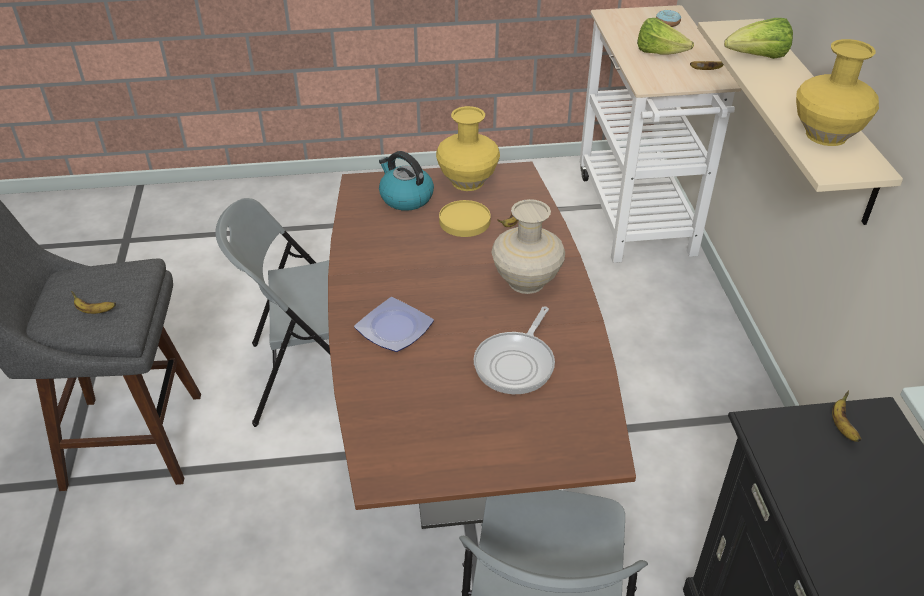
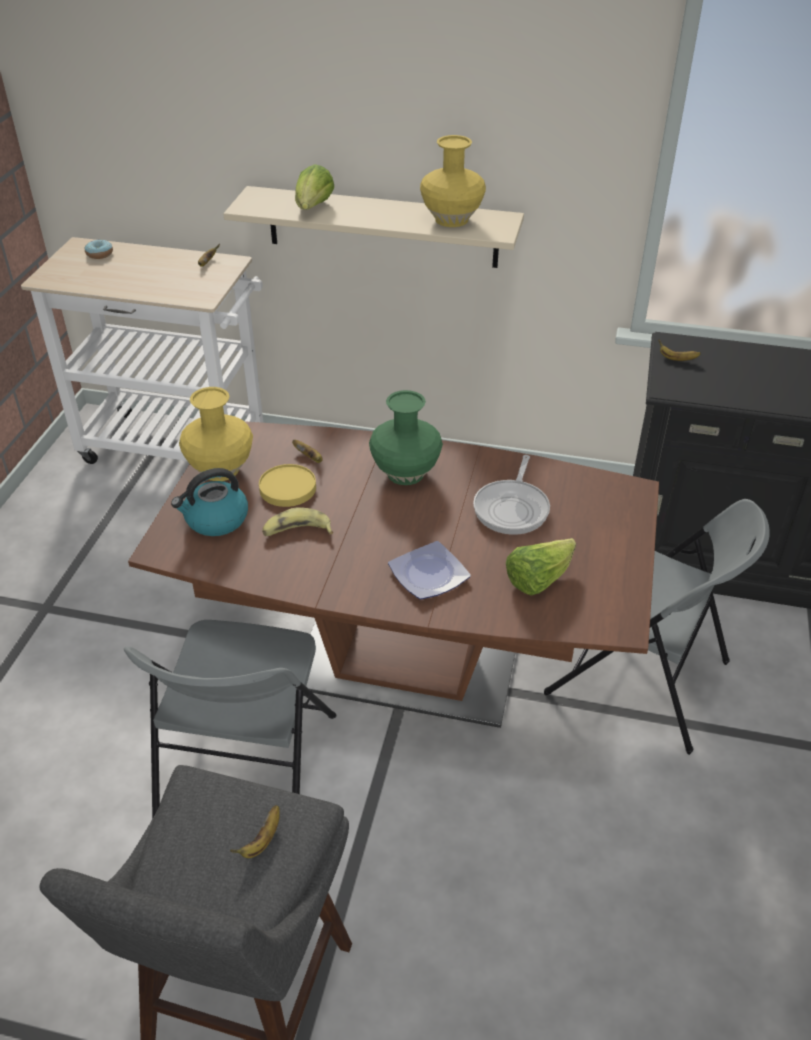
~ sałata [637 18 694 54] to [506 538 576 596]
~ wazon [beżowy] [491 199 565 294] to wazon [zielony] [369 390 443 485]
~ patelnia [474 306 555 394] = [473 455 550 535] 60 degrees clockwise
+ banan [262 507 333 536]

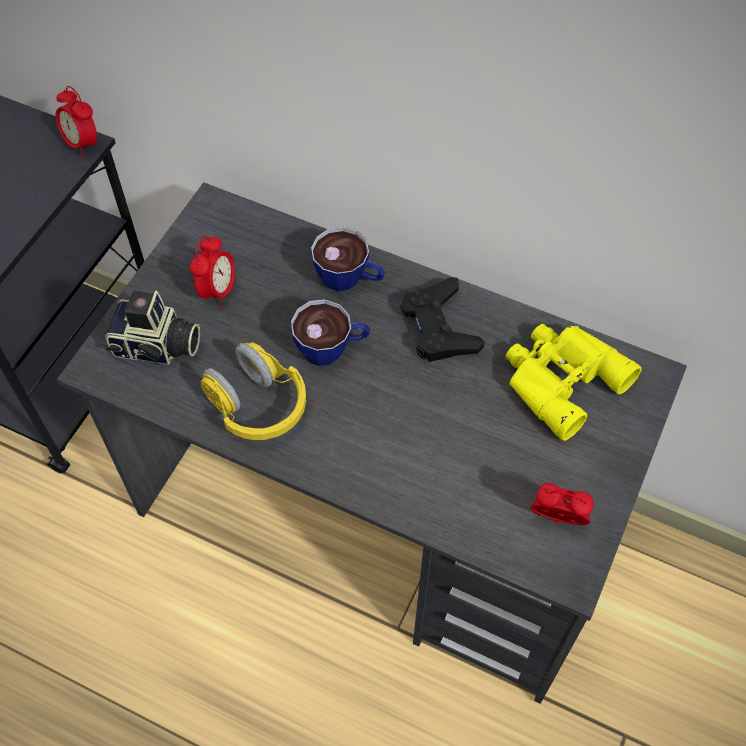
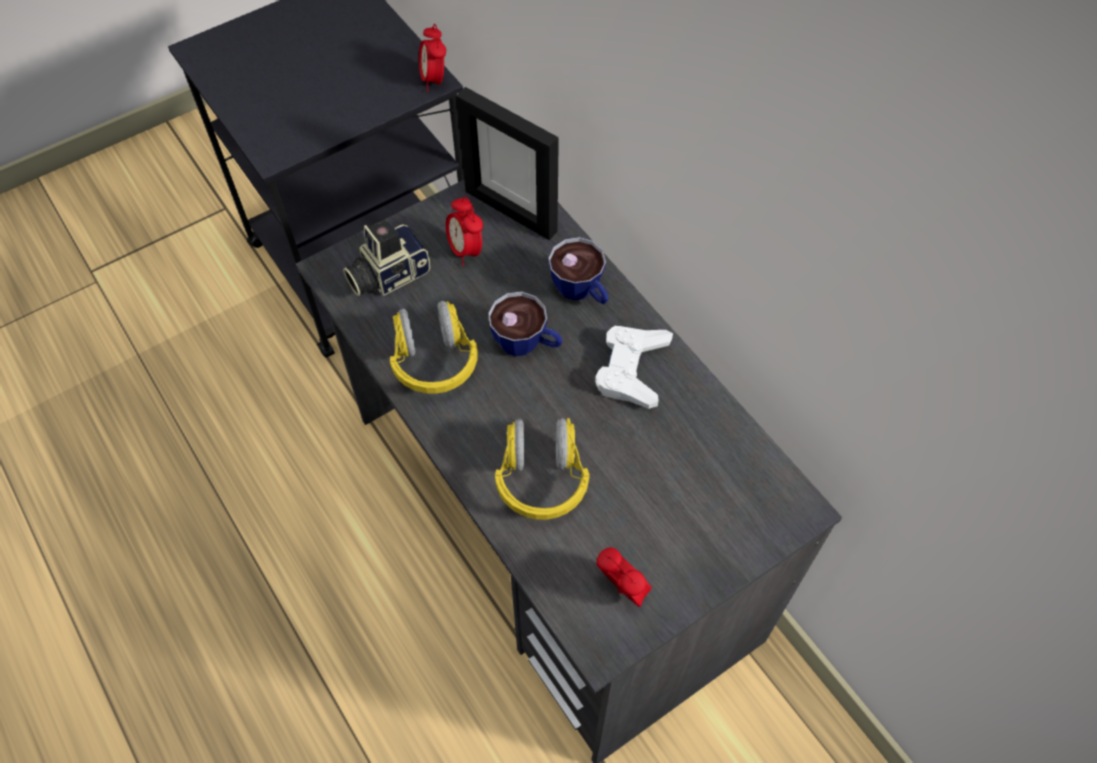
~ budzik [190 236 236 307] = [446 196 483 266] 105 degrees clockwise
~ pad do gier [czarny] [401 278 485 362] to pad do gier [biały] [595 326 673 409]
~ aparat fotograficzny [105 291 200 365] = [343 219 430 296] 105 degrees clockwise
- lornetka [żółty] [506 324 642 441]
+ ramka na zdjęcie [456 87 559 240]
+ słuchawki [żółty] [495 418 590 520]

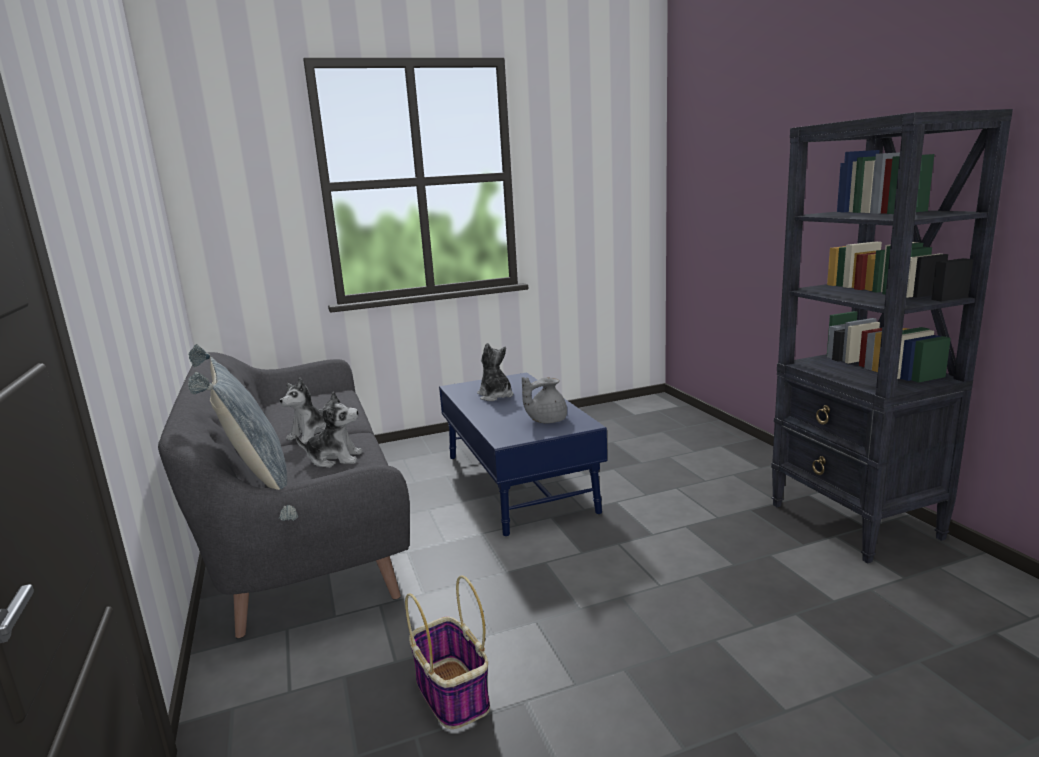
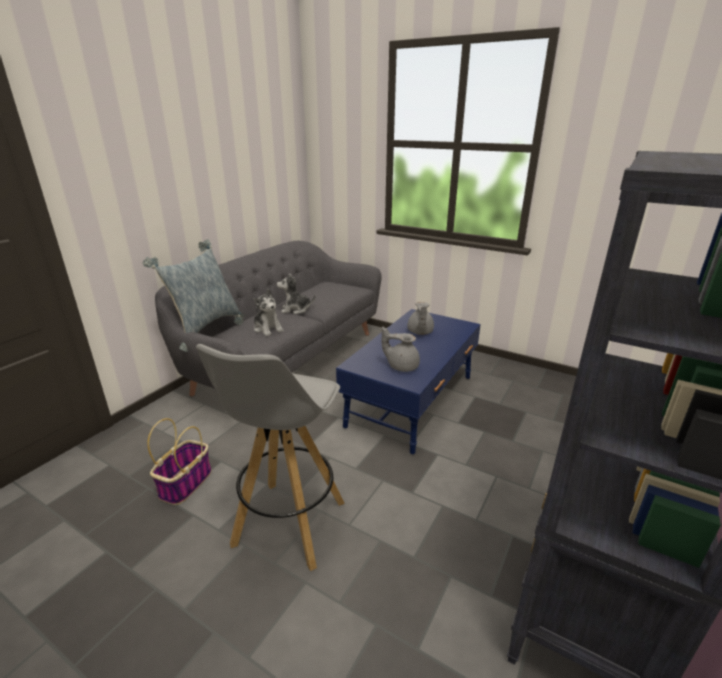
~ pluszak [477 343 513 401] to imbryk [szary] [407 302 434 335]
+ stołek [szary] [196 344 345 571]

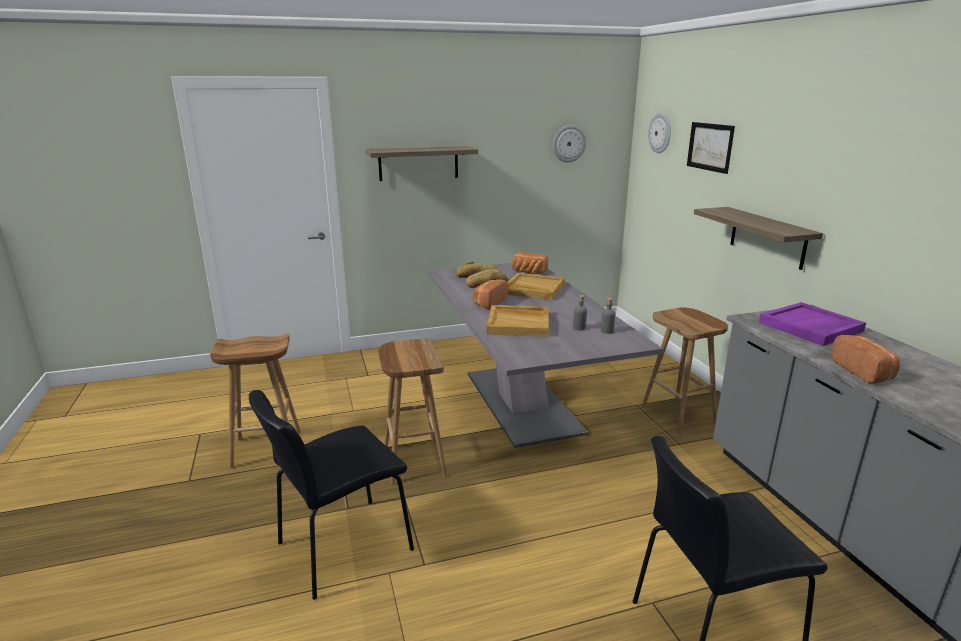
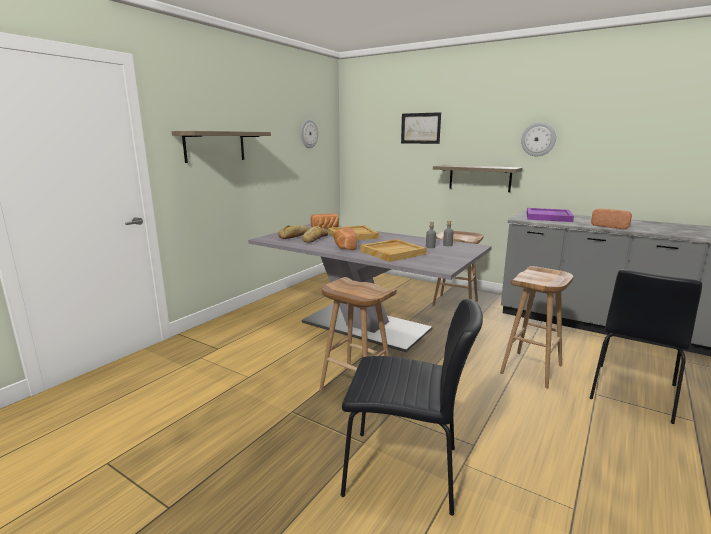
~ zegar ścienny [648 113 671 153] to [521 122 556 156]
~ stołek [brązowy] [210 333 301 468] to [500 266 573 389]
~ krzesło [czarny] [249 390 414 600] = [341 299 483 516] 90 degrees counterclockwise

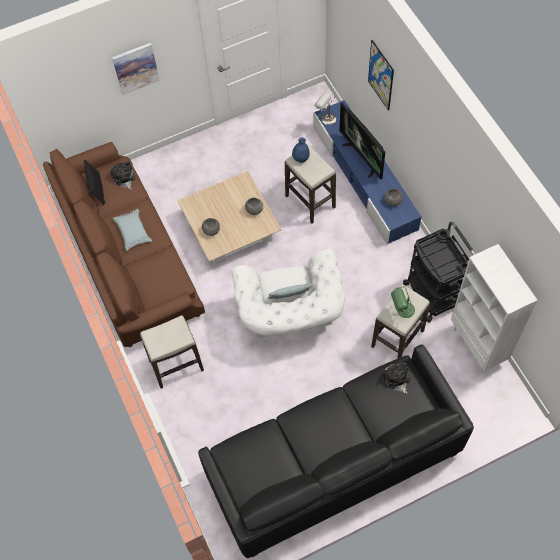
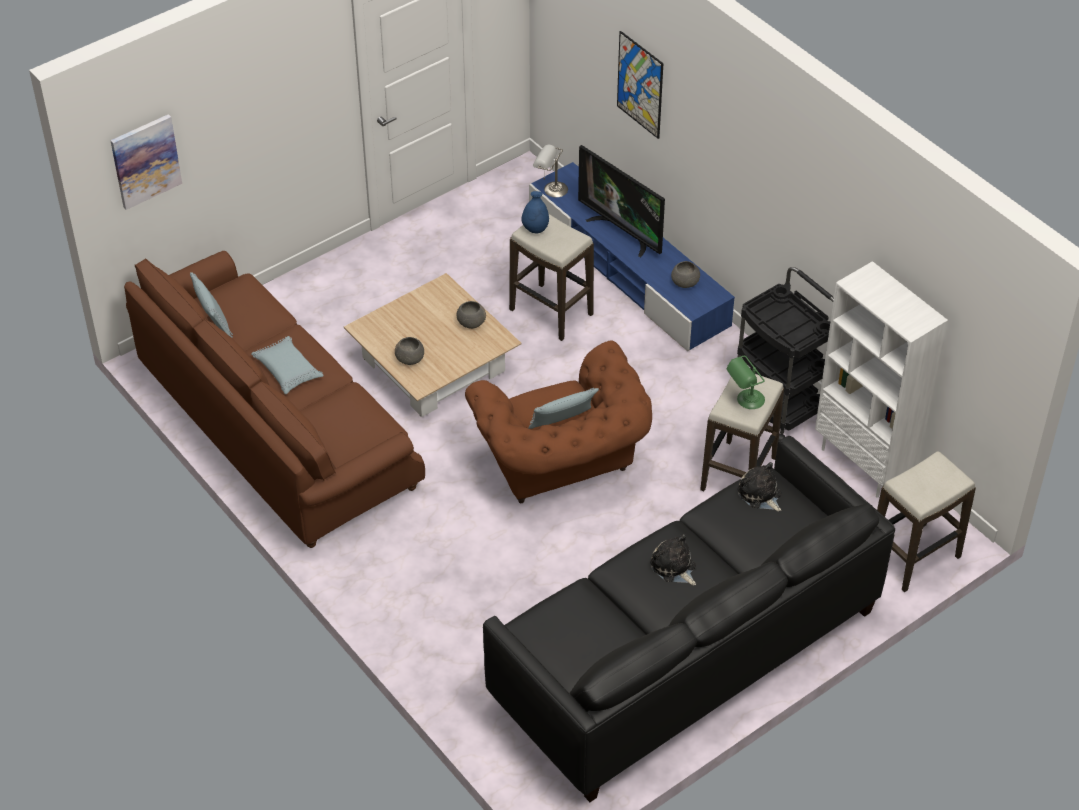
~ obraz [112 43 160 95] to [110 114 182 210]
~ poduszka [czarny] [84 160 105 205] to poduszka [niebieski] [190 272 233 338]
~ pluszak [110 161 135 190] to [650 534 696 585]
~ fotel [biały] [232 248 345 338] to fotel [brązowy] [465 340 652 503]
~ stołek [140 315 204 389] to [877 451 976 592]

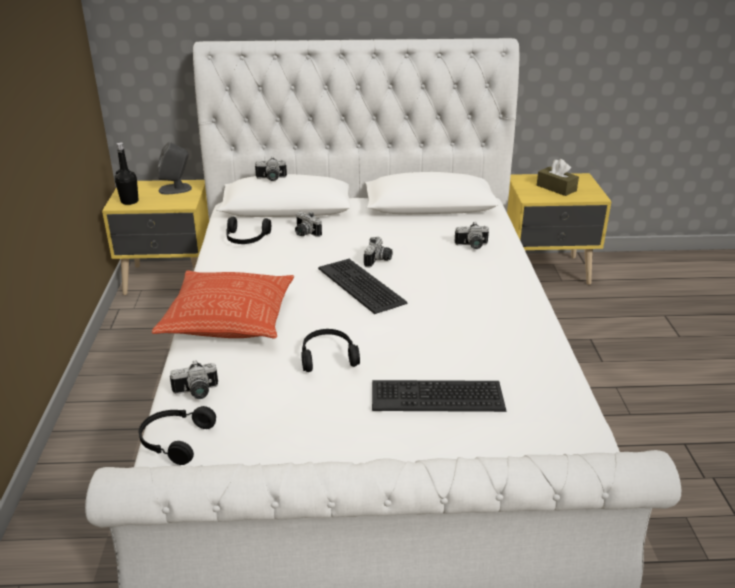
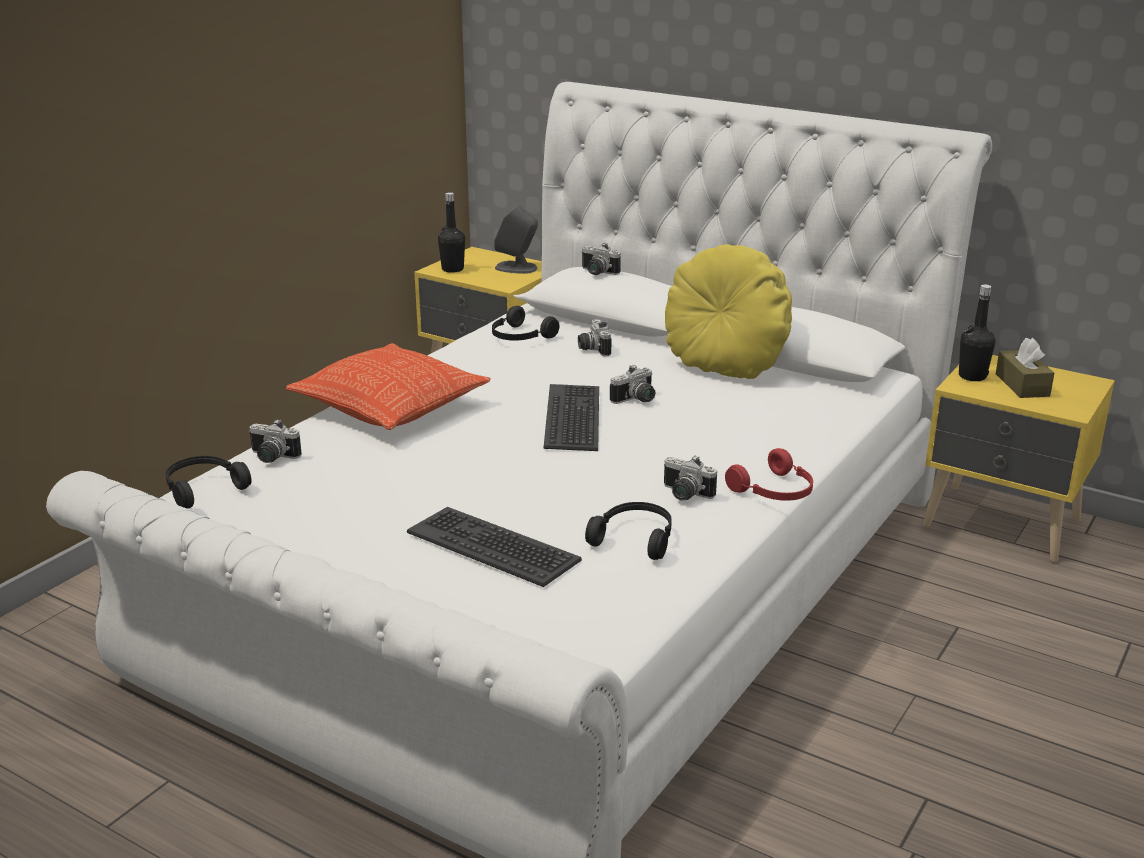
~ aparat fotograficzny [454 222 489 249] to [664 455 717 500]
~ słuchawki [czarny] [301 329 360 372] to [585 502 672 560]
+ poduszka [żółty] [665 244 792 379]
+ butelka [czarny] [959 284 995 381]
+ słuchawki [czerwony] [725 448 813 501]

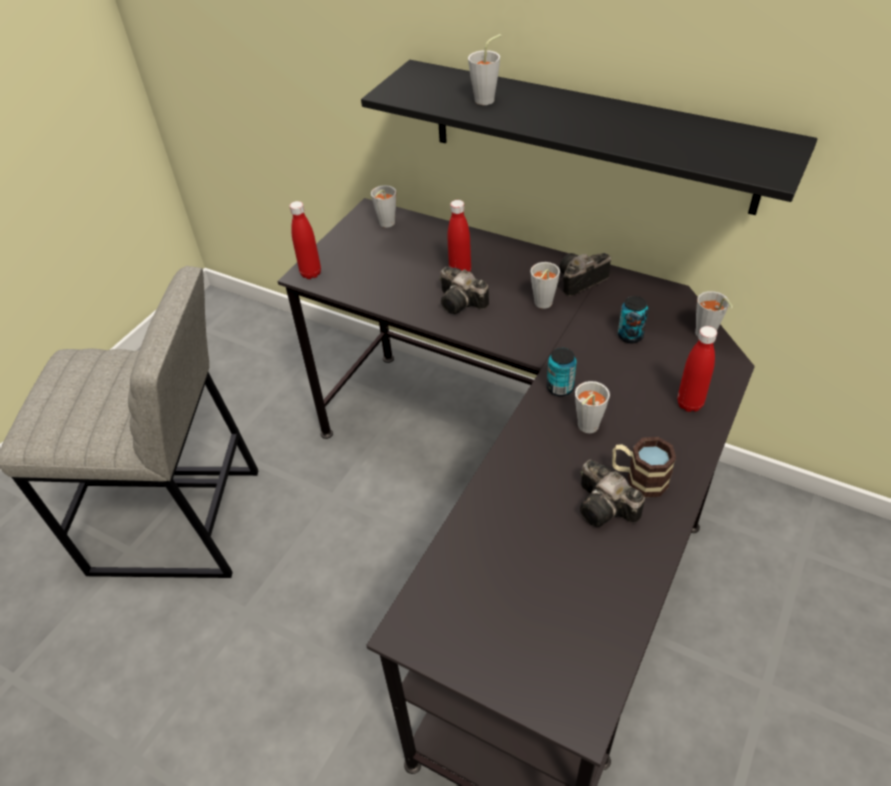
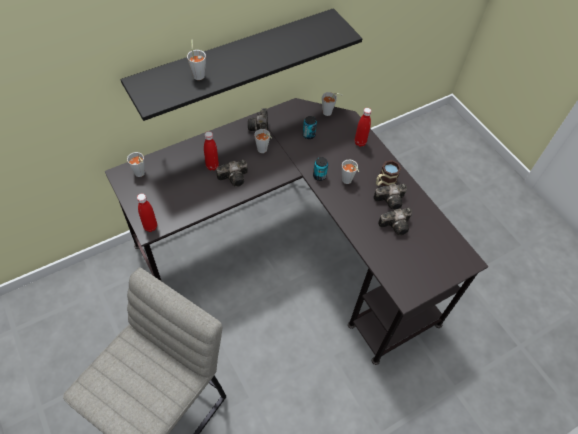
+ aparat fotograficzny [378 208 412 235]

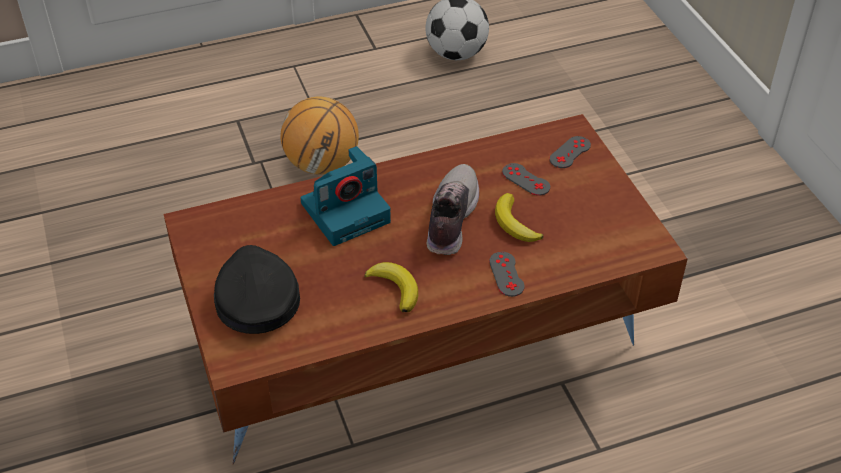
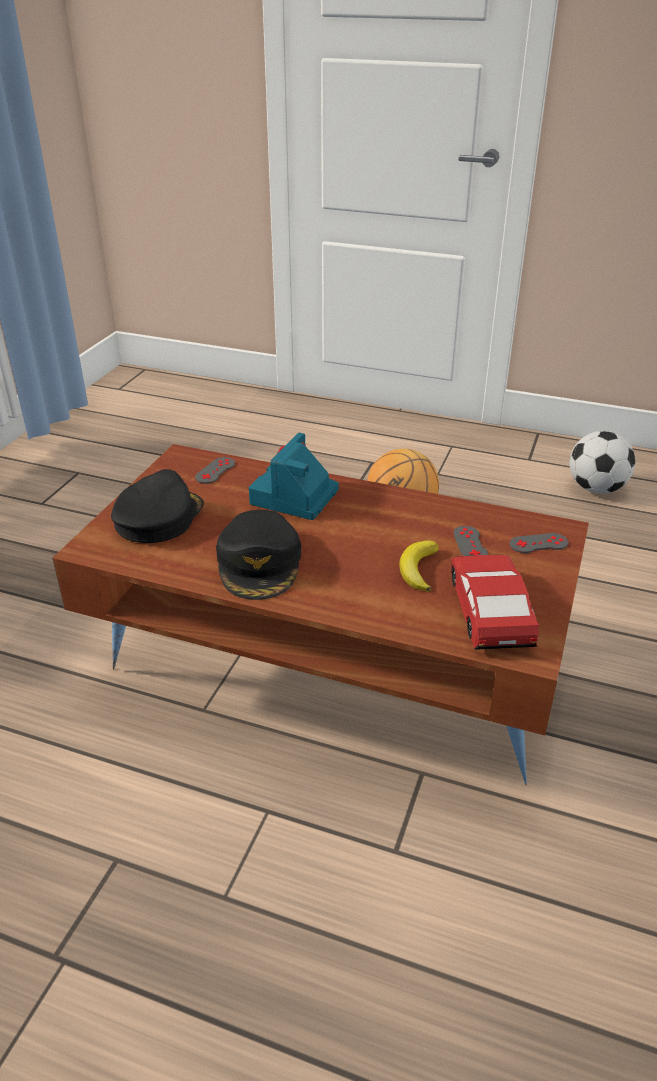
~ aparat fotograficzny [300 146 391 246] = [249 433 339 520] 105 degrees clockwise
- but [426 164 479 255]
~ pad do gier [szary] [489 252 525 297] to [195 457 235 484]
~ banan [364 262 418 312] to czapka z daszkiem [czarny] [216 510 301 600]
+ samochodzik [451 555 539 650]

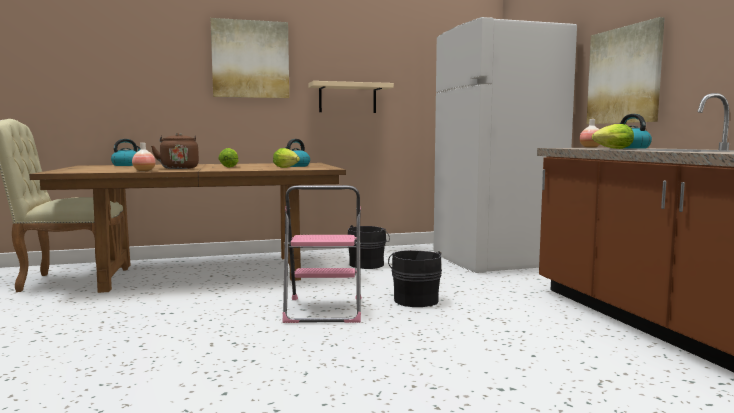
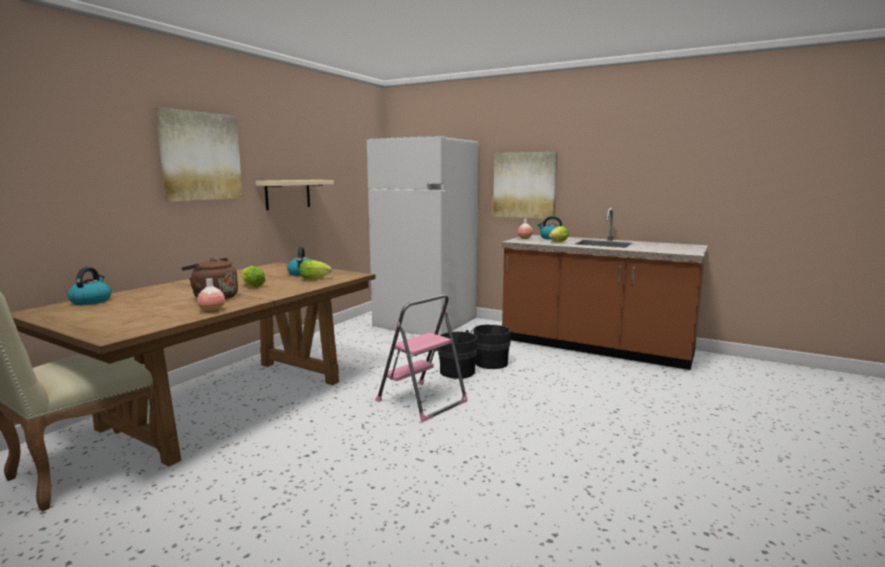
~ wiadro [czarny] [348 225 390 269] to [471 324 511 369]

